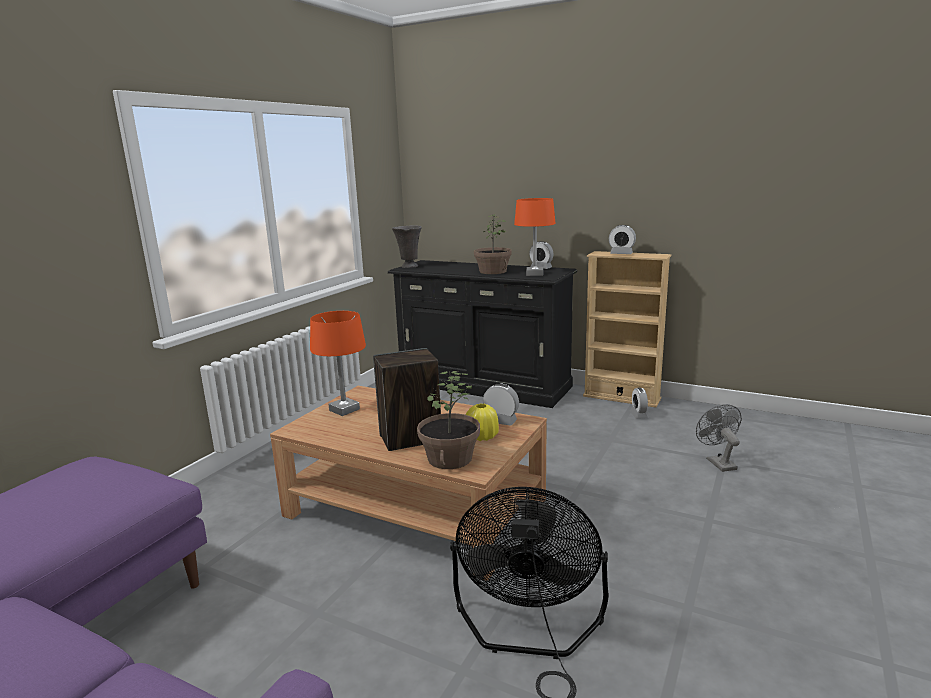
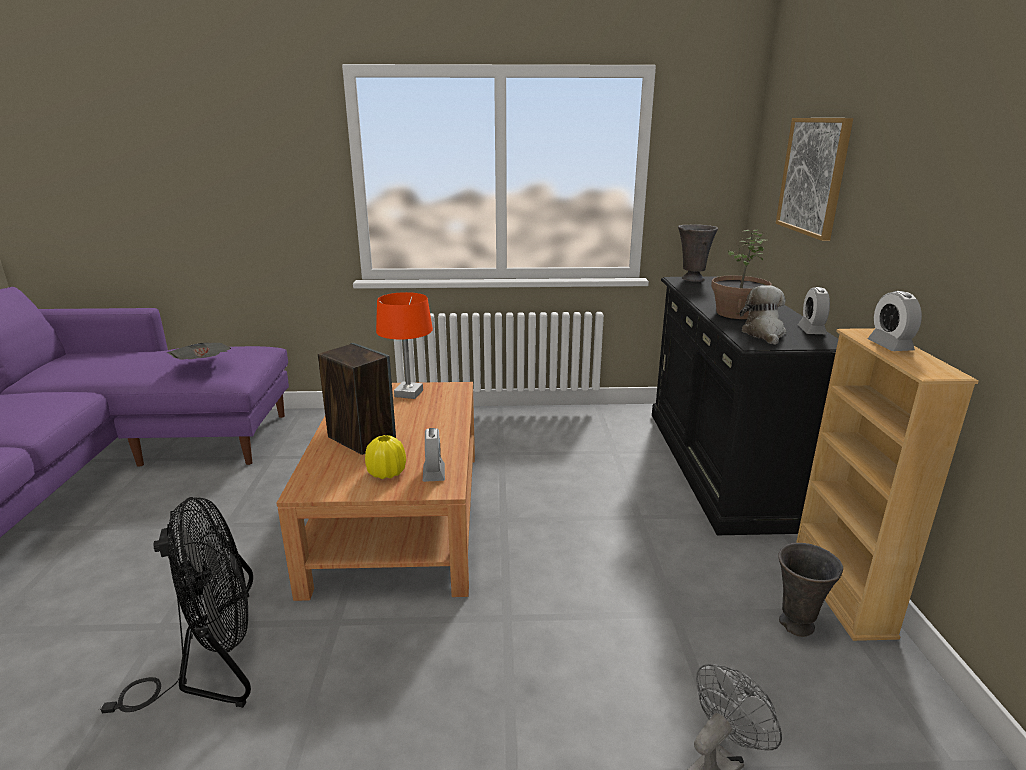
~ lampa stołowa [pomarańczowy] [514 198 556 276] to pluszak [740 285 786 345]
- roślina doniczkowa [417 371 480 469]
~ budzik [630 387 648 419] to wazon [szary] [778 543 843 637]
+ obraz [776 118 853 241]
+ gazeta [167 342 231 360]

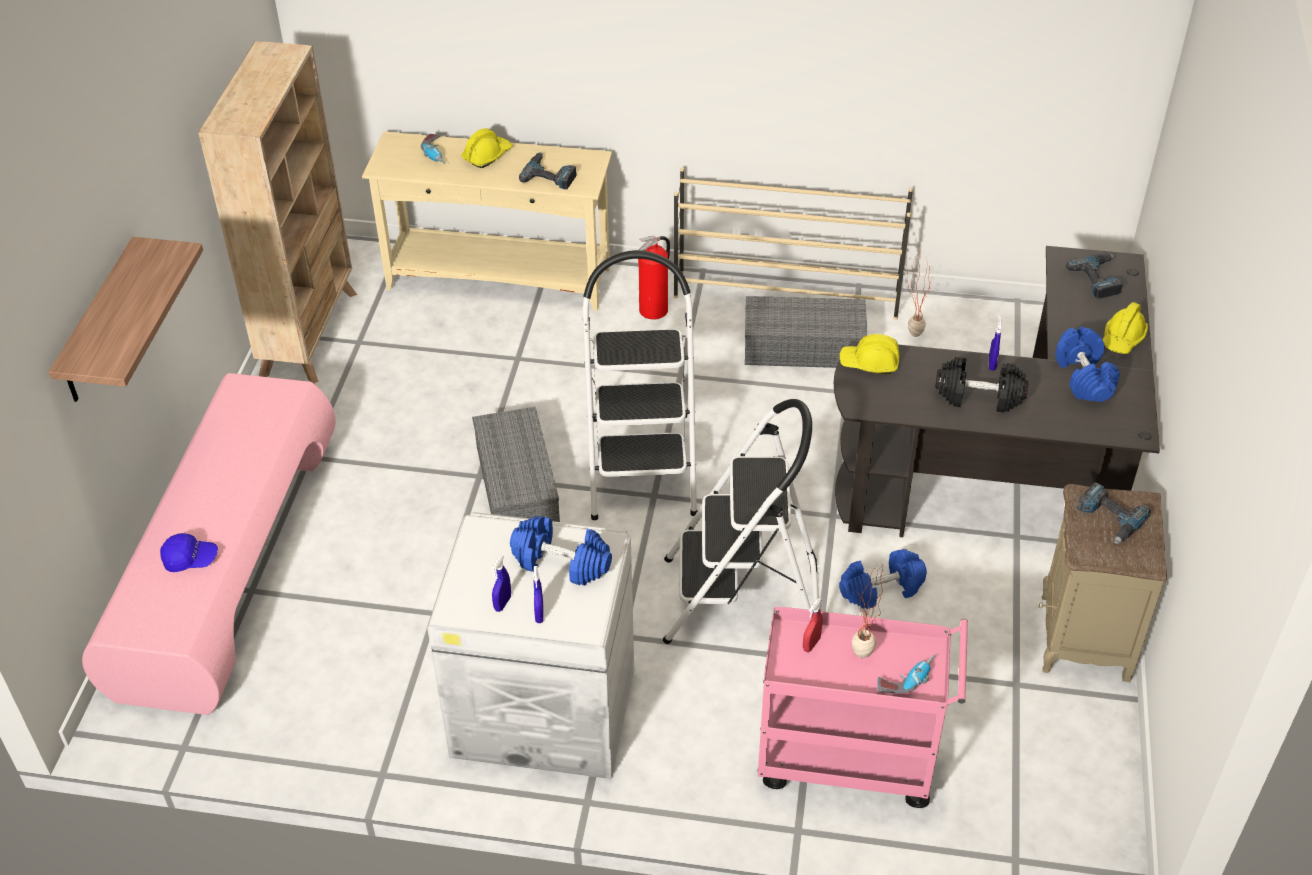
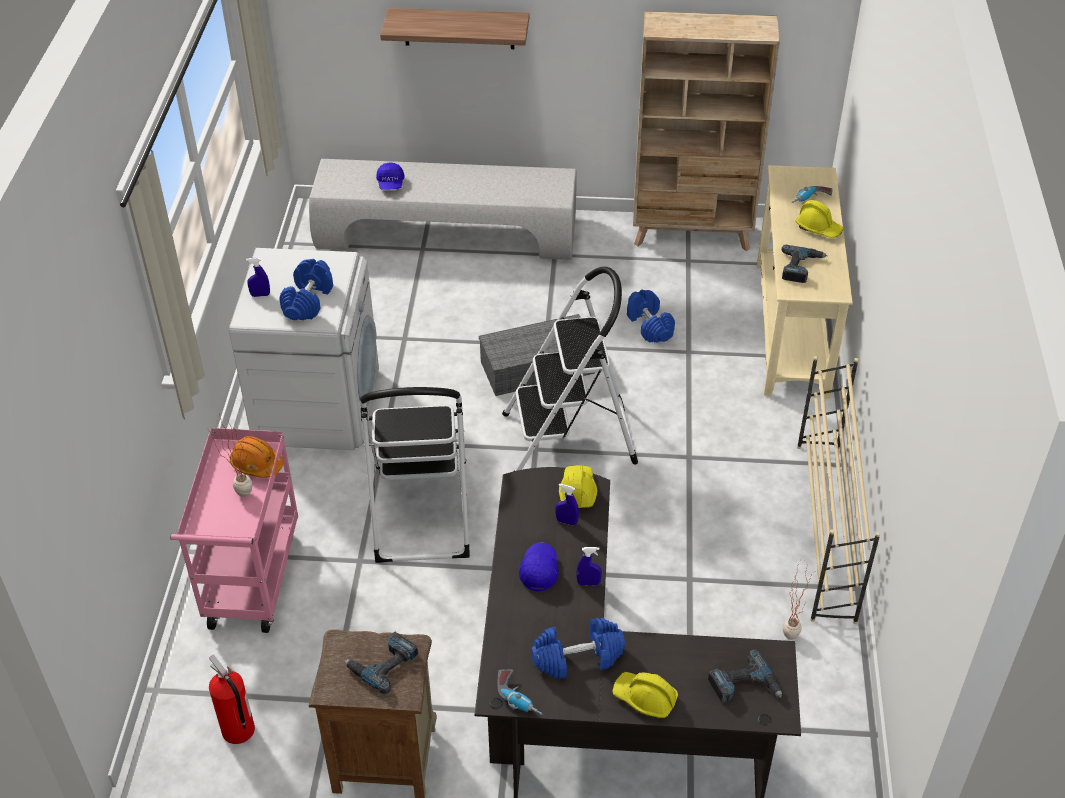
~ gaśnica [638 236 670 320] to [209 655 255 744]
- pojemnik do przechowywania [szary] [745 296 867 368]
~ hantel [czarny] [935 357 1029 412] to czapka z daszkiem [niebieski] [519 542 559 592]
~ ławka [różowy] [82 373 335 715] to ławka [szary] [309 159 577 260]
~ hantel [niebieski] [839 549 927 609] to [627 290 675 343]
~ spryskiwacz [niebieski] [492 555 511 612] to [555 484 579 526]
~ spryskiwacz [czerwony] [803 598 823 652] to kask [pomarańczowy] [230 436 283 478]
~ wiertarka [878 655 935 693] to [497 669 542 715]

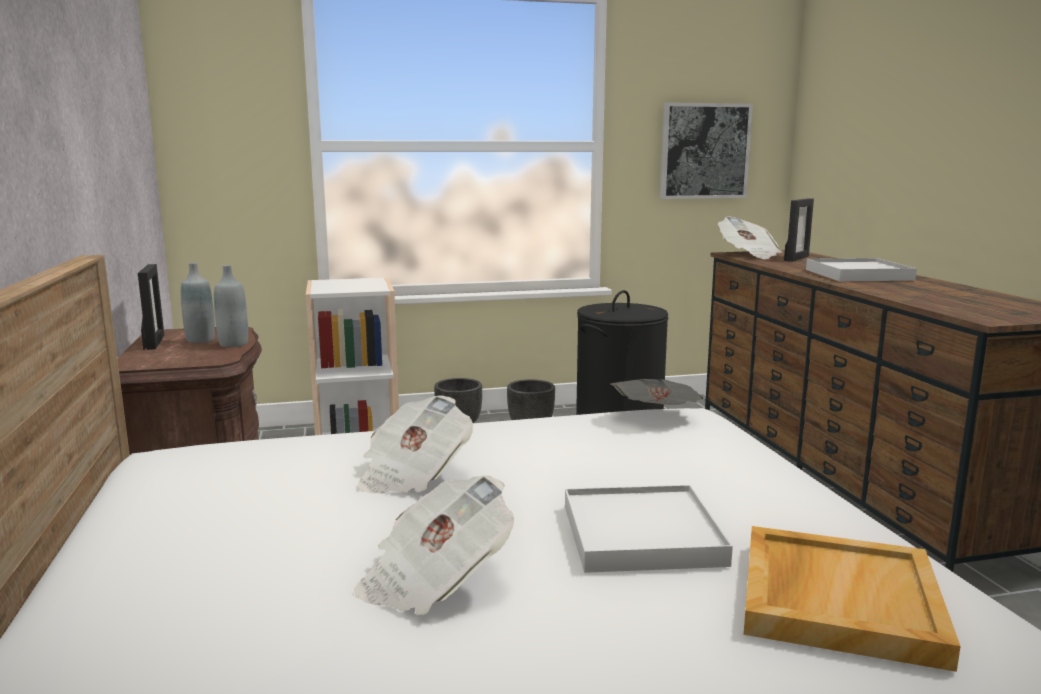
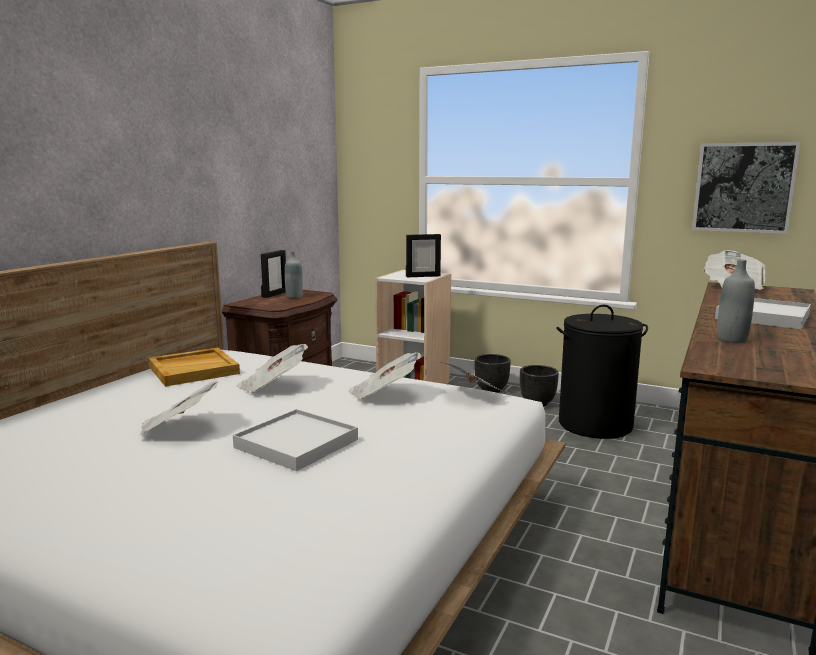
~ ramka na zdjęcie [784 198 814 262] to [406 234 441 277]
~ butelka [szary] [214 265 248 348] to [717 259 755 343]
~ taca [beżowy] [744 526 961 672] to [148 348 240 387]
+ gazeta [349 353 422 400]

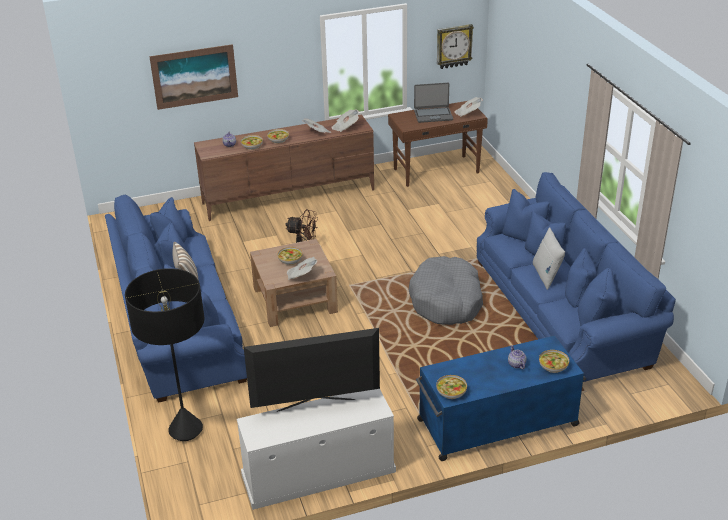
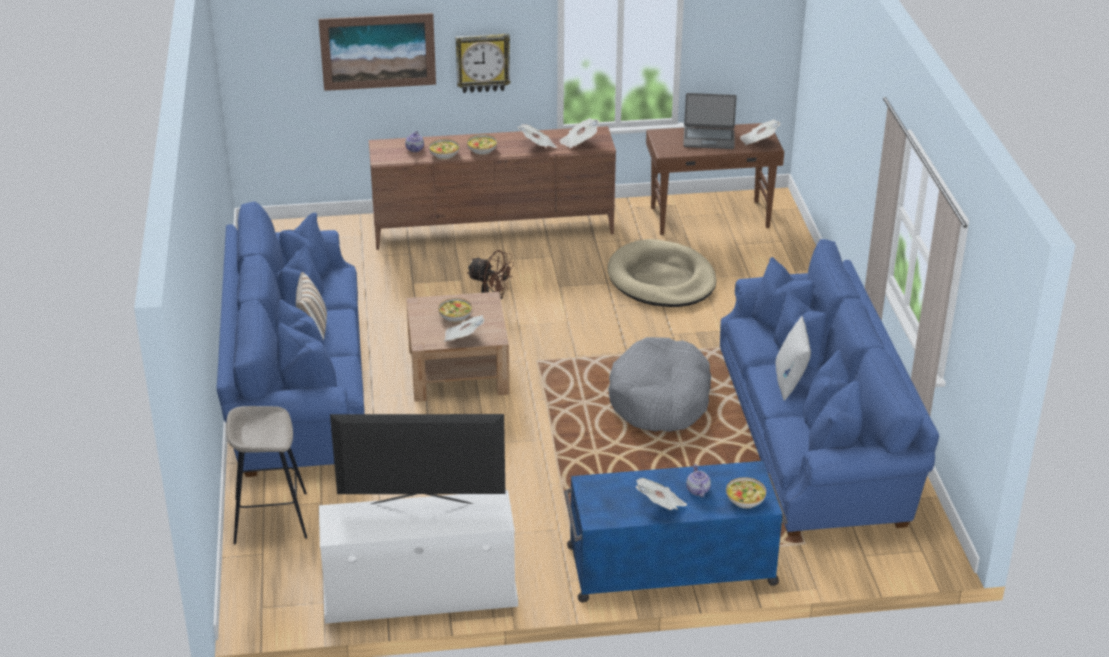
~ zegar ścienny [437 24 474 69] to [456 34 511 93]
~ lampa stojąca [czarny] [125 268 204 441] to stołek [szary] [226 406 307 544]
- miska [436 375 467 399]
+ legowisko [beżowy] [608 239 717 307]
+ gazeta [636 478 687 510]

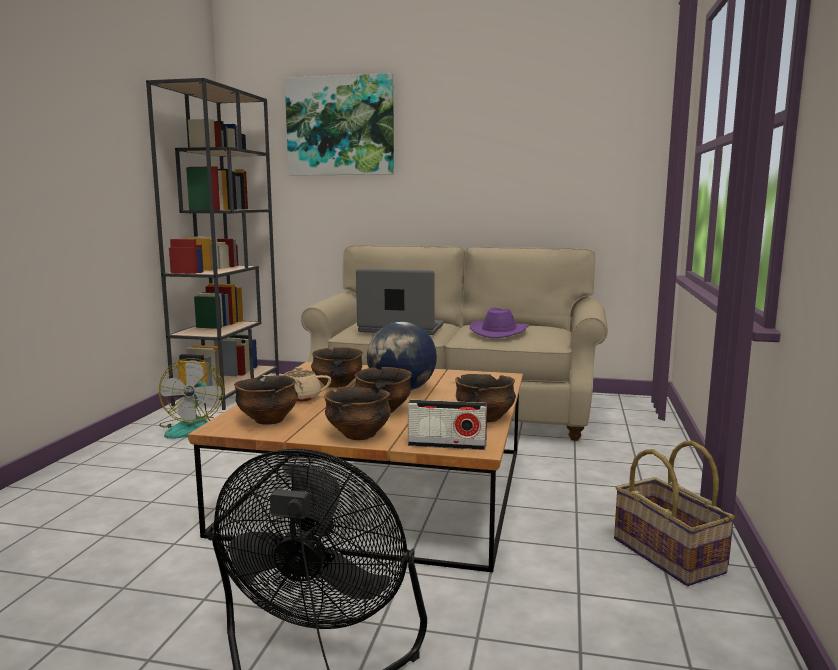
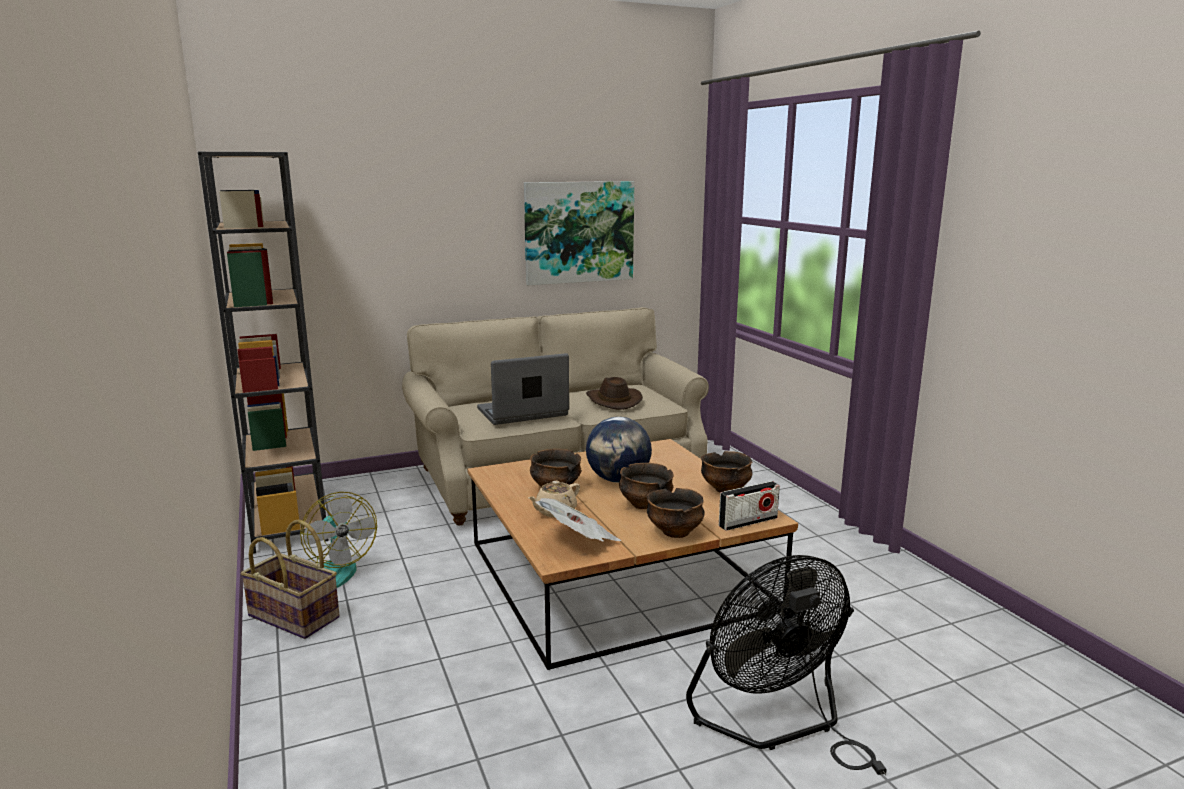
~ obraz [285 73 394 176] to [524 181 634 285]
~ kapelusz [fioletowy] [470 308 529 338] to kapelusz [brązowy] [586 377 643 410]
~ miska [234 375 298 425] to gazeta [535 498 621 542]
~ koszyk [614 441 735 586] to [241 519 340 639]

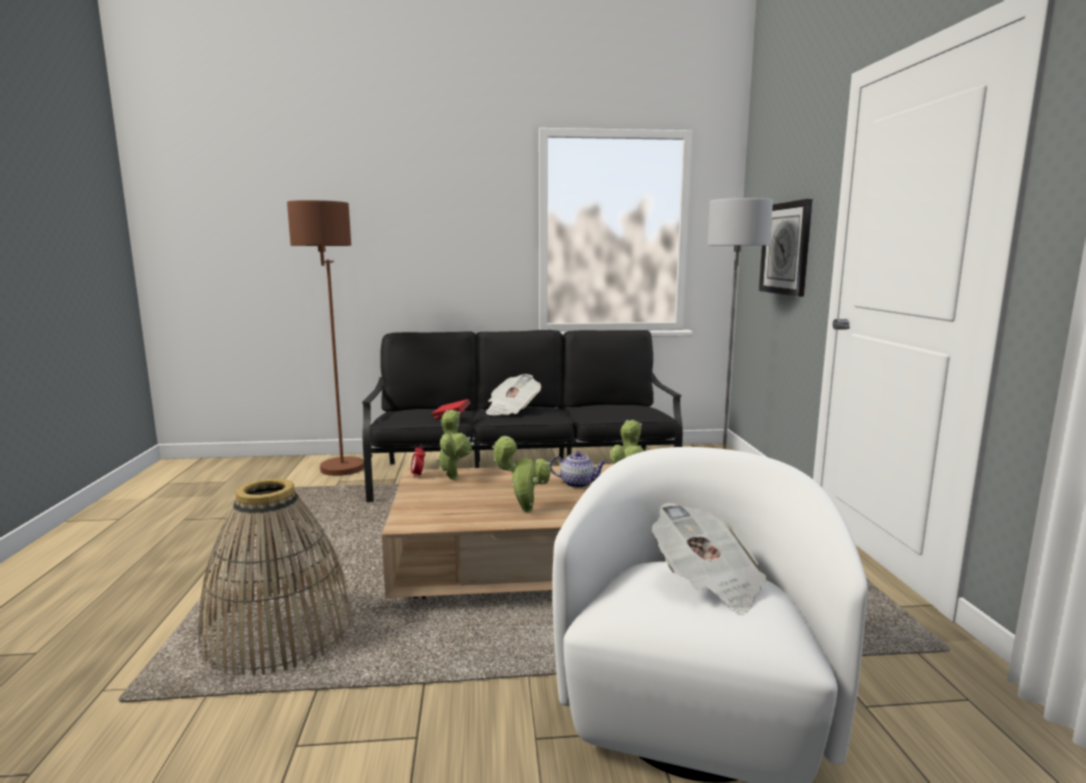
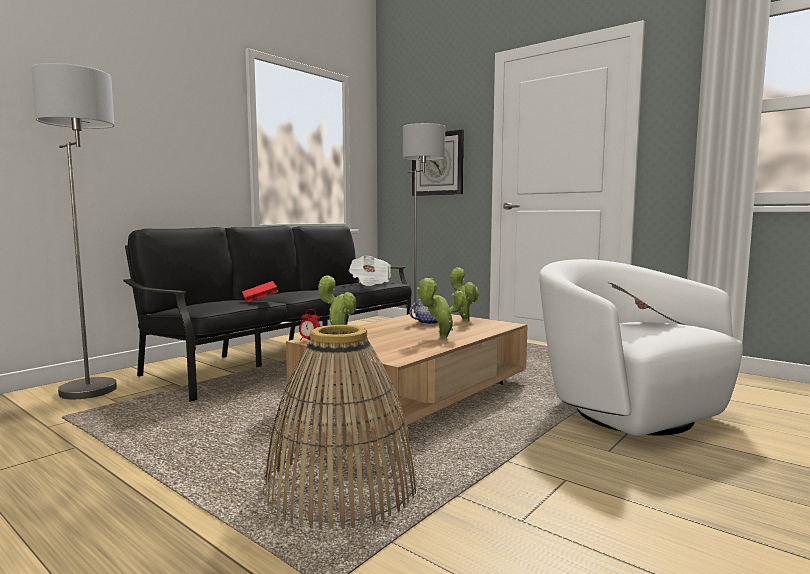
~ lampa stojąca [brązowy] [287 200 364 476] to lampa stojąca [szary] [31 63 117 399]
~ gazeta [486 374 541 415] to [349 256 391 286]

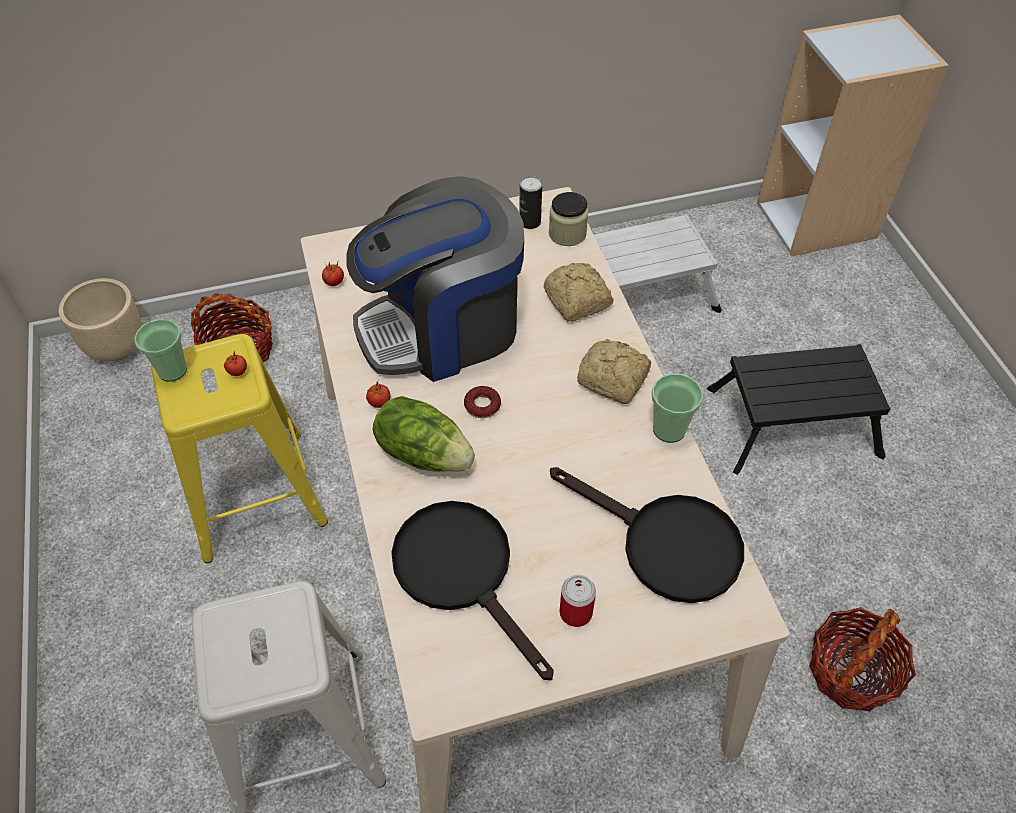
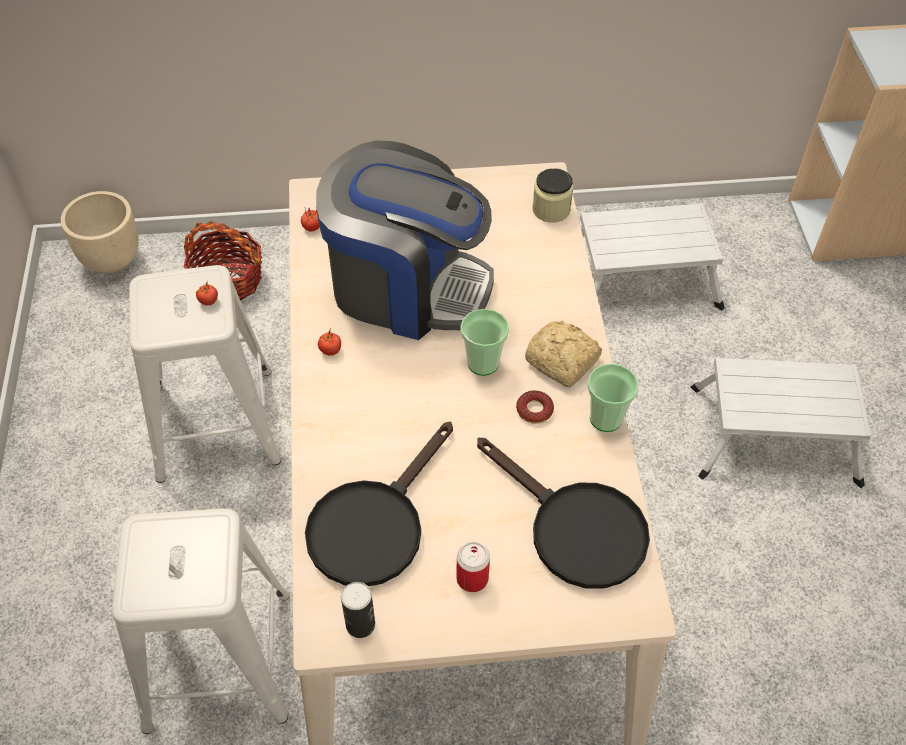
~ ekspres do kawy [346 176 524 382] = [316 141 494 340] 150 degrees counterclockwise
~ puszka [519 176 542 229] to [341 582 375 638]
- chleb [544 263 614 322]
~ filiżanka [134 319 187 382] to [460 309 509 376]
~ stołek [żółty] [151 334 328 563] to stołek [biały] [129 265 281 483]
~ drabinka [czarny] [707 344 890 475] to drabinka [biały] [690 357 871 488]
~ donut [464 386 501 418] to [516 390 554 424]
- sałata [373 396 475 472]
~ patelnia [czarny] [391 501 554 680] = [305 422 453 586] 120 degrees counterclockwise
- koszyk [809 607 916 712]

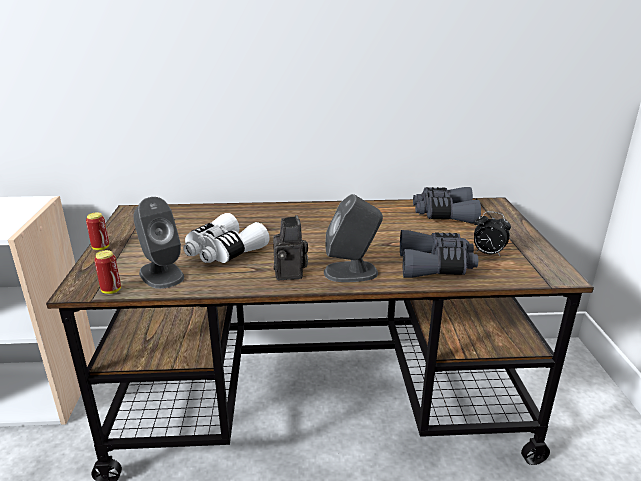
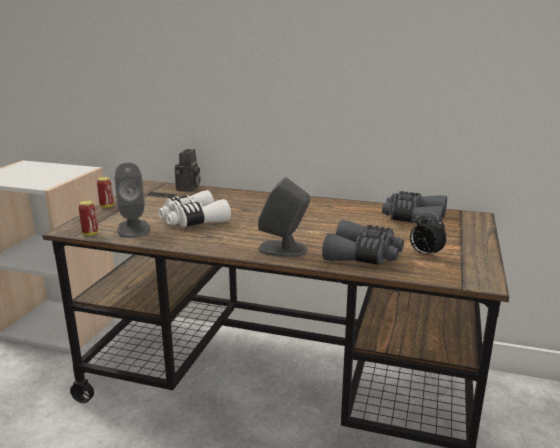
~ aparat fotograficzny [273 215 308 280] to [175 149 201 192]

